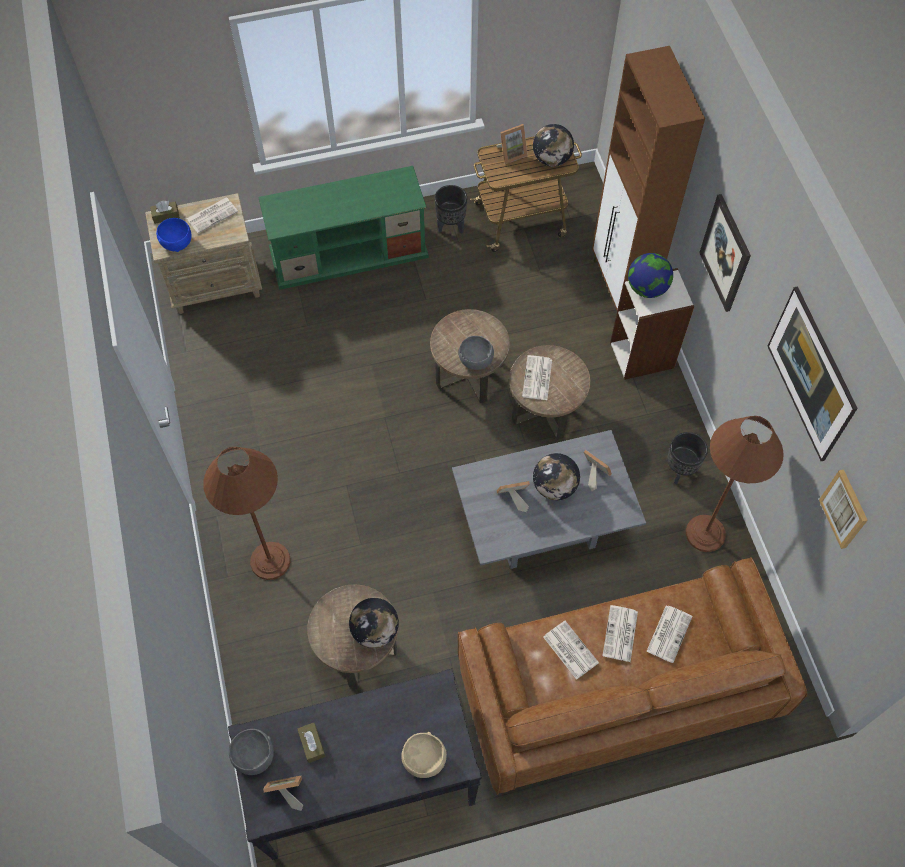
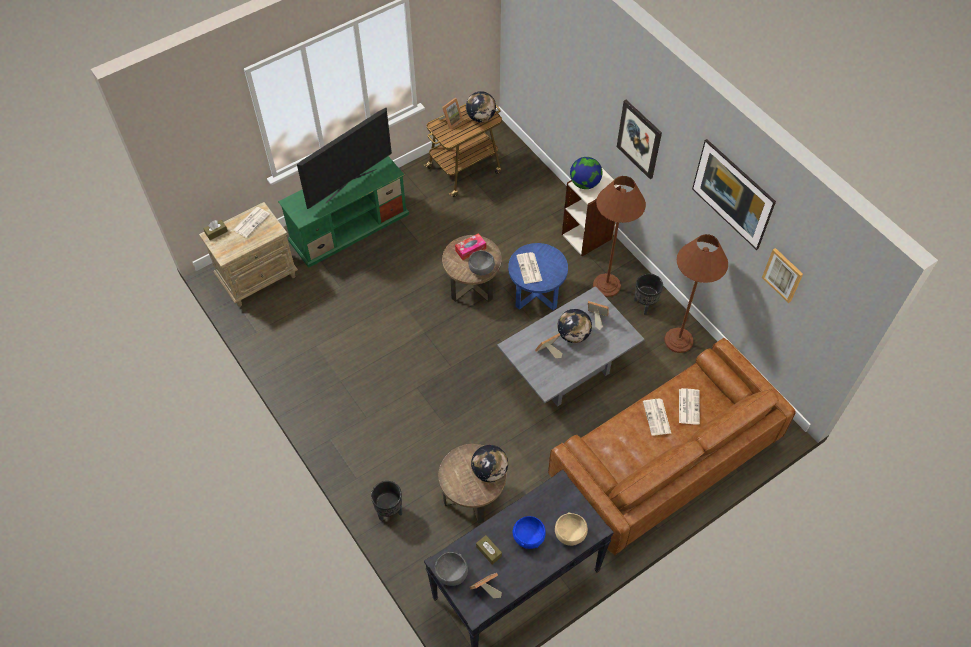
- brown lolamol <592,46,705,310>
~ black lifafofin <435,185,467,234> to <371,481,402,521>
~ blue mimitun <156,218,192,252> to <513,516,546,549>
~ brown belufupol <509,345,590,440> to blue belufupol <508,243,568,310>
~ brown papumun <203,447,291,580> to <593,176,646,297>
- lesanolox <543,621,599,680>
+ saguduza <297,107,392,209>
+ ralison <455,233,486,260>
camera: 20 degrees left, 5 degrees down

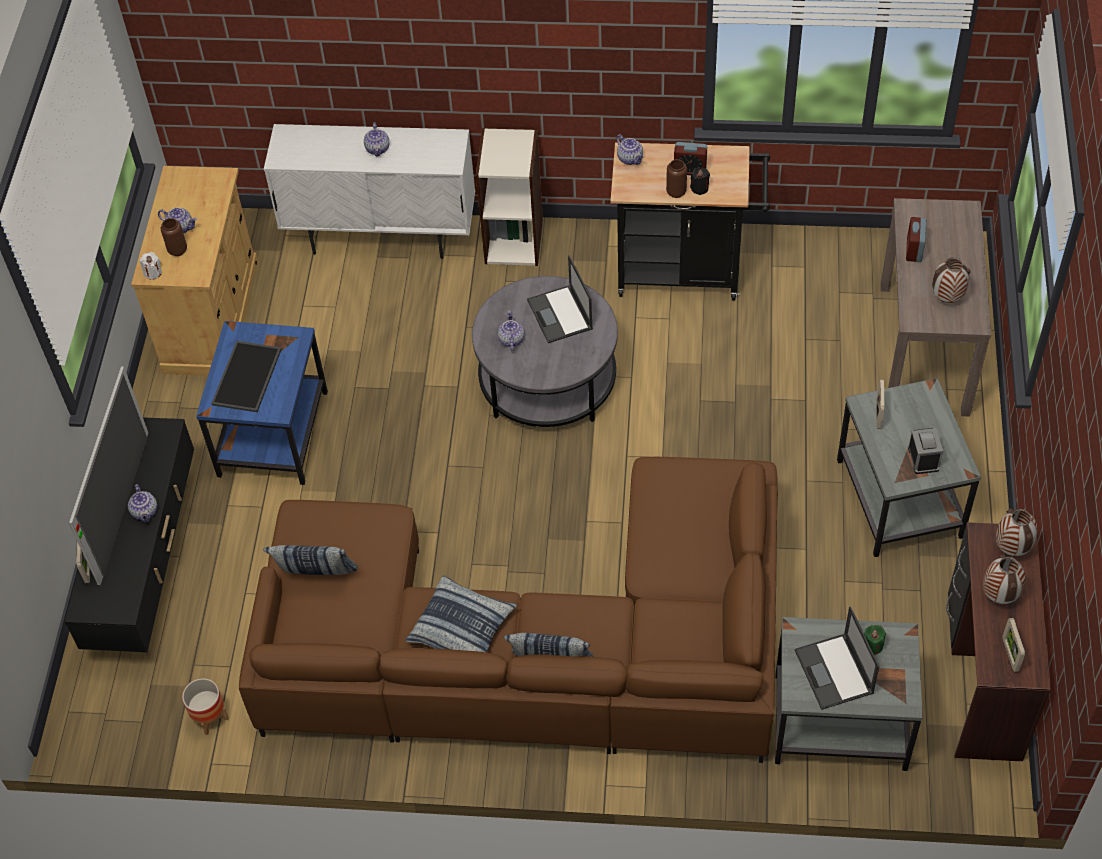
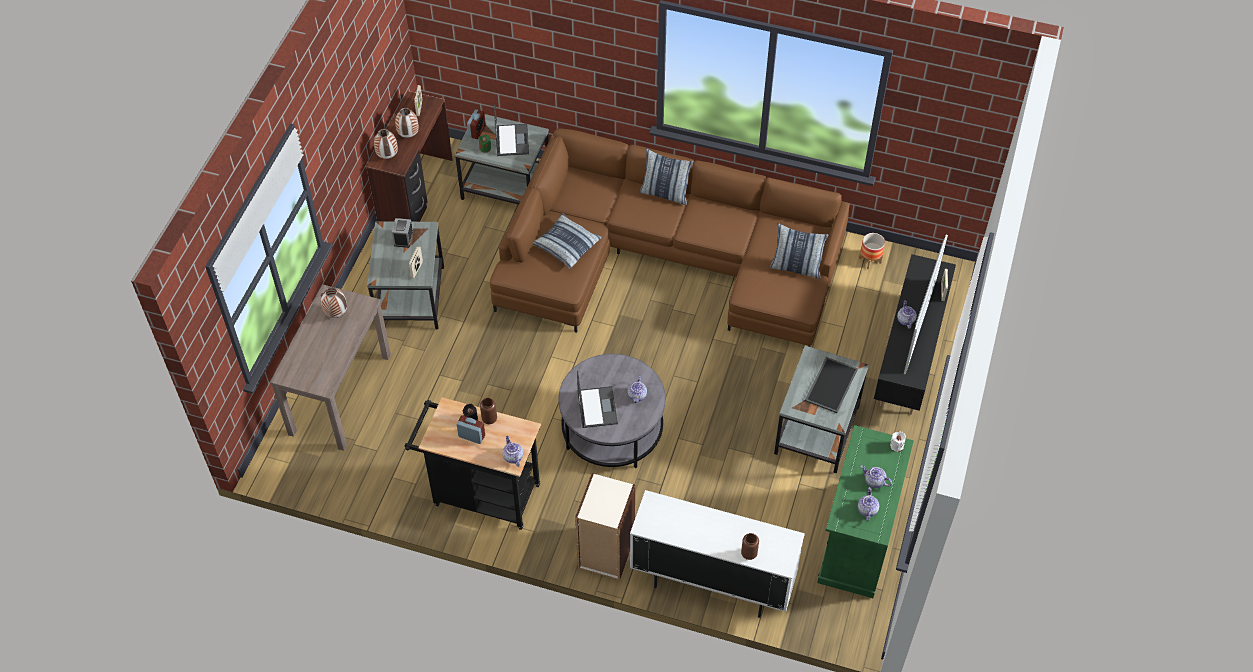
~ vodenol <364,122,389,157> to <858,487,879,521>
~ beige lolamol <131,166,258,376> to green lolamol <817,425,914,598>
~ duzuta <906,217,926,262> to <467,109,486,139>
~ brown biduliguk <161,218,187,256> to <741,533,759,560>
~ blue belufupol <196,321,328,485> to grey belufupol <774,346,869,473>
~ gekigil <406,575,517,653> to <533,213,602,269>
camera: 170 degrees left, 0 degrees up

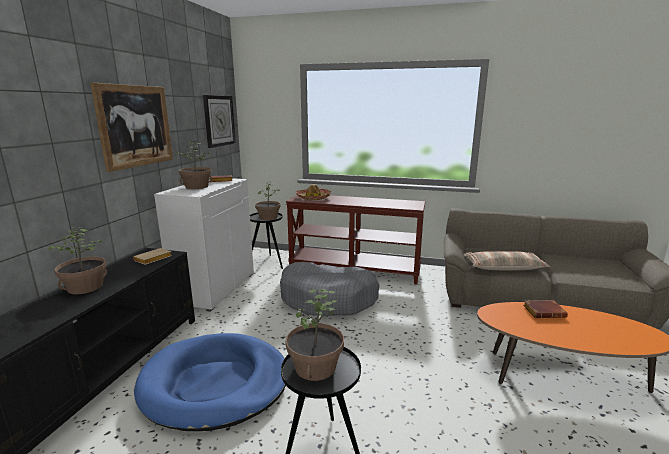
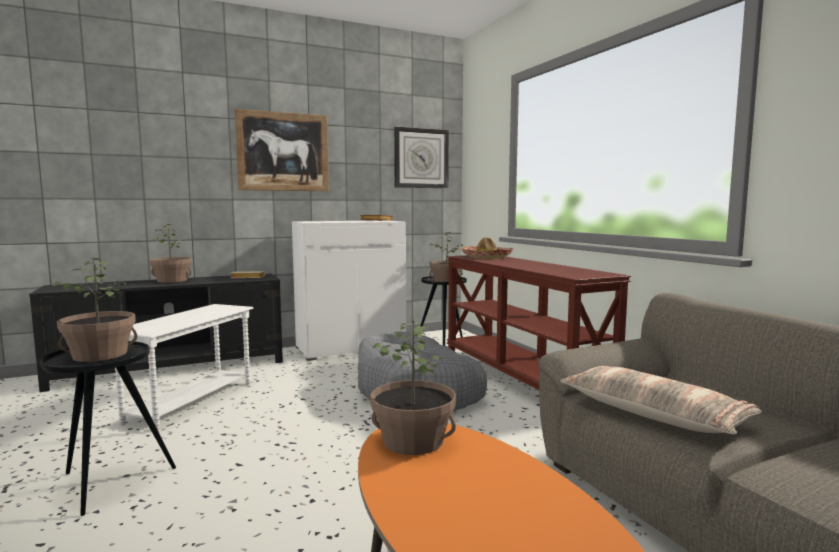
~ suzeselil <176,141,212,189> to <370,319,456,455>
- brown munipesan <523,300,568,318>
~ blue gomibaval <134,333,286,431> to white belufupol <115,304,254,430>
camera: 50 degrees right, 10 degrees down

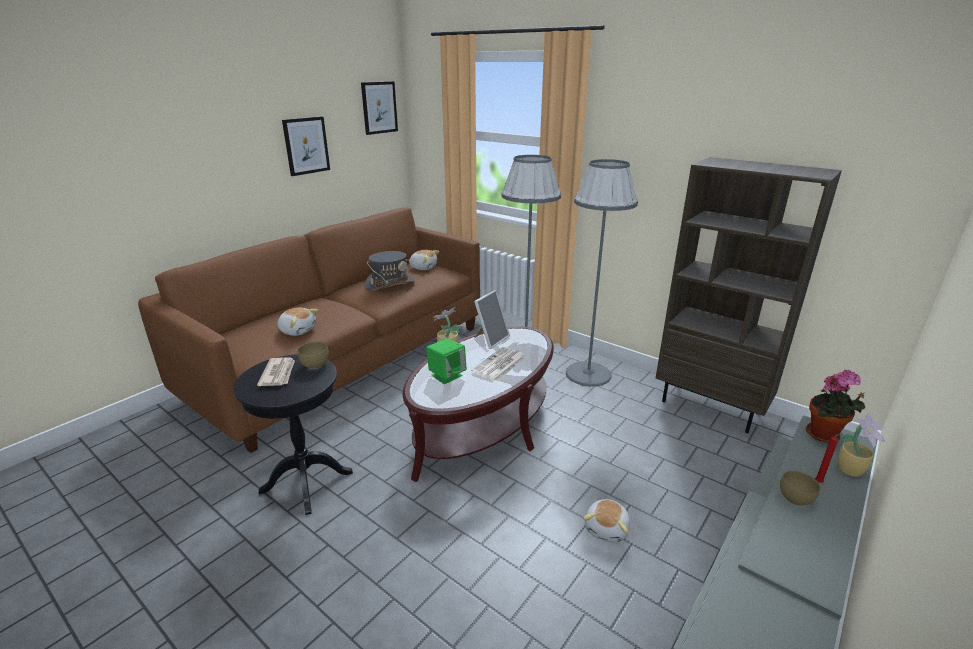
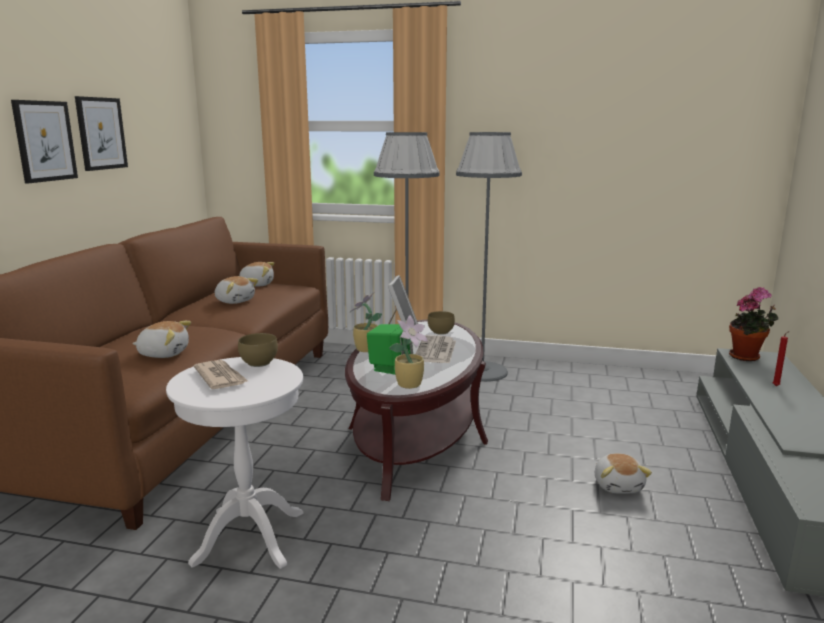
~ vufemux <361,81,398,135> to <11,100,78,184>
- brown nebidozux <656,157,842,433>
~ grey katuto <365,251,415,291> to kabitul <214,276,258,304>
~ black belufupol <233,354,353,515> to white belufupol <166,357,304,569>
~ suzeselil <838,412,885,477> to <389,315,428,389>
~ brown mimitun <780,471,820,506> to <428,311,455,335>
camera: 25 degrees left, 10 degrees down

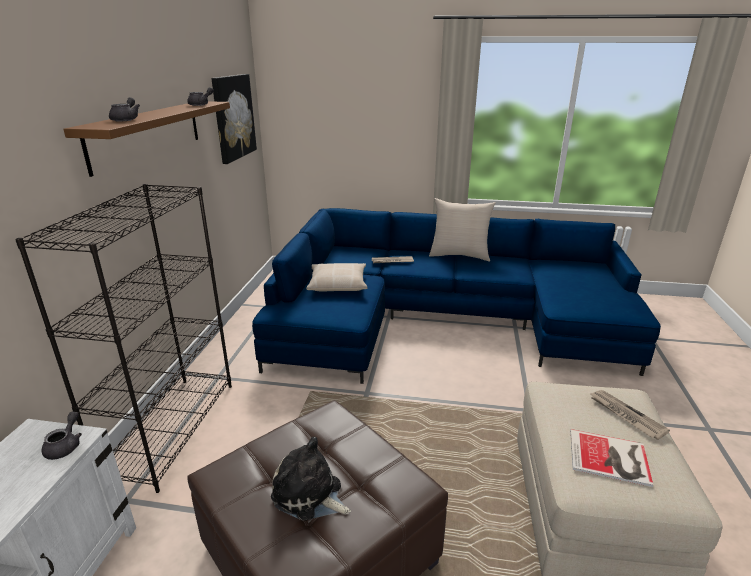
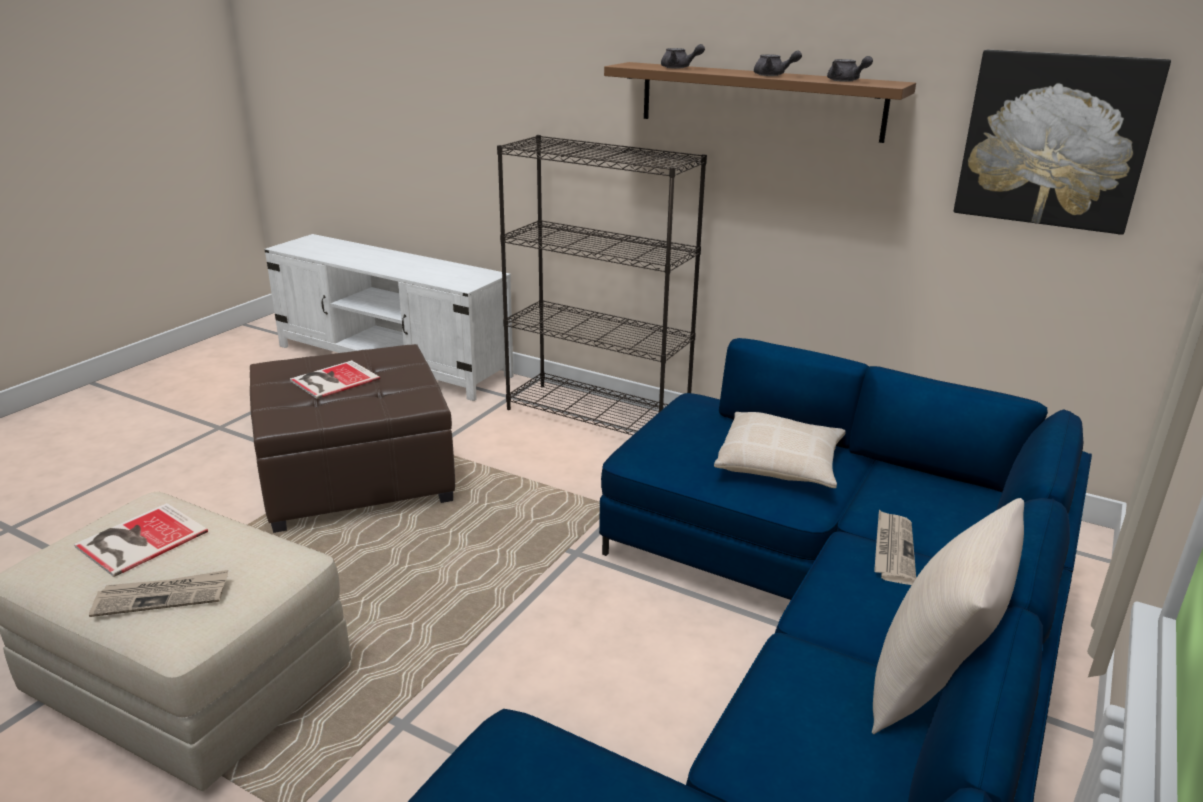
~ grey vodenol <42,412,82,460> to <754,50,802,76>
~ kabitul <271,437,351,521> to munipesan <290,360,380,399>
camera: 110 degrees right, 0 degrees up

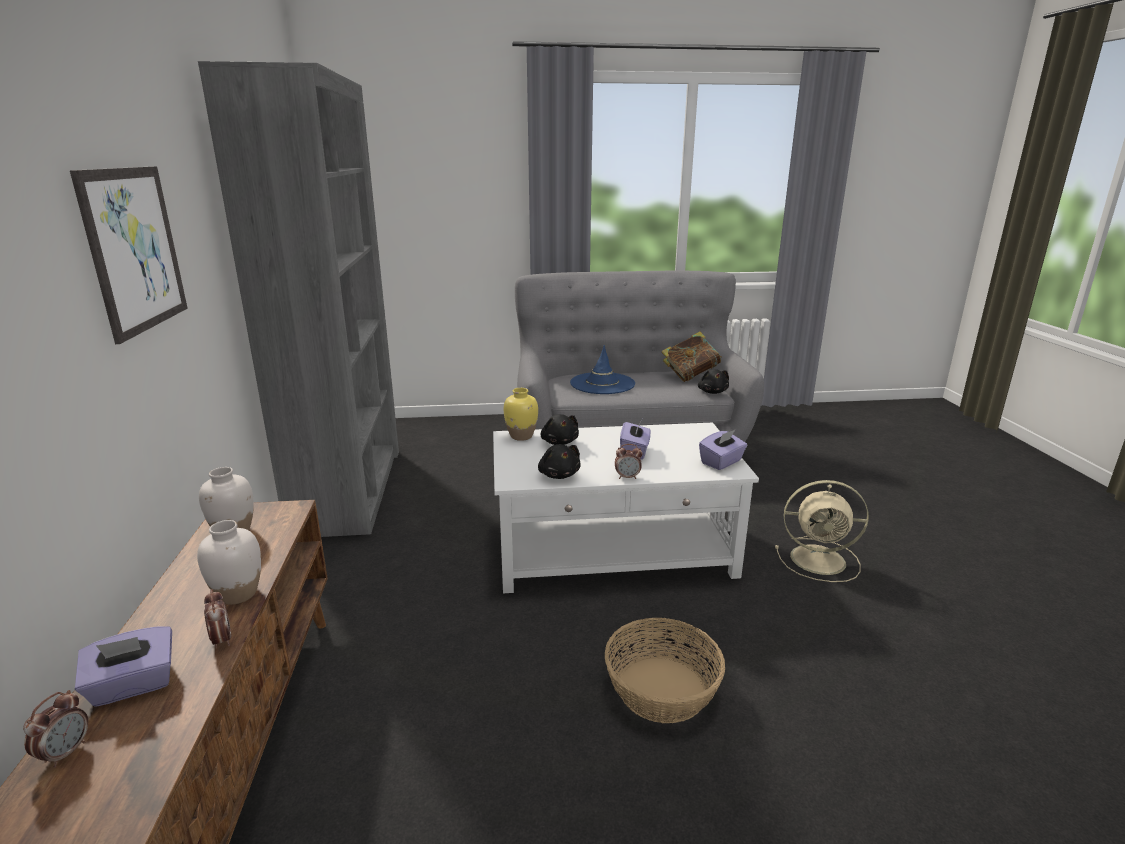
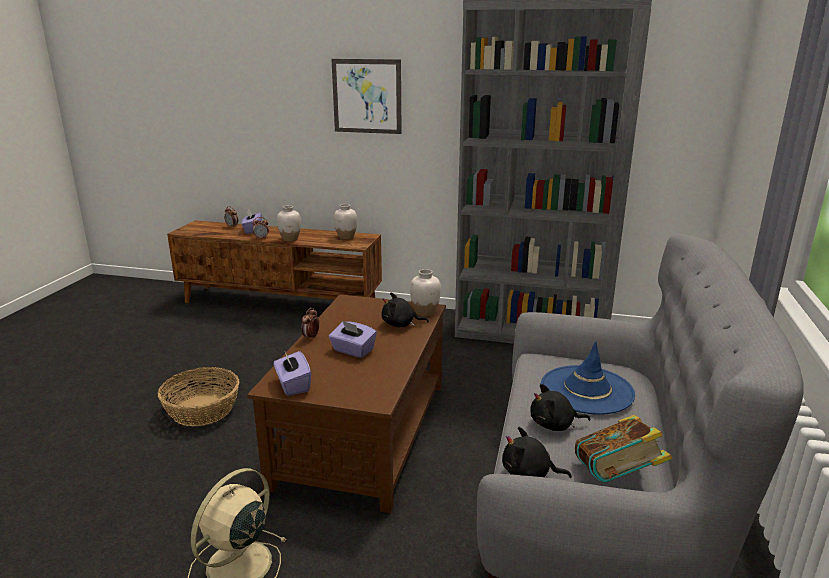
~ yellow biduliguk <504,388,538,441> to white biduliguk <410,269,441,317>
~ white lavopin <493,422,759,593> to brown lavopin <247,295,446,513>
~ black kabitul <538,444,581,479> to <530,384,591,431>
camera: 110 degrees right, 0 degrees up

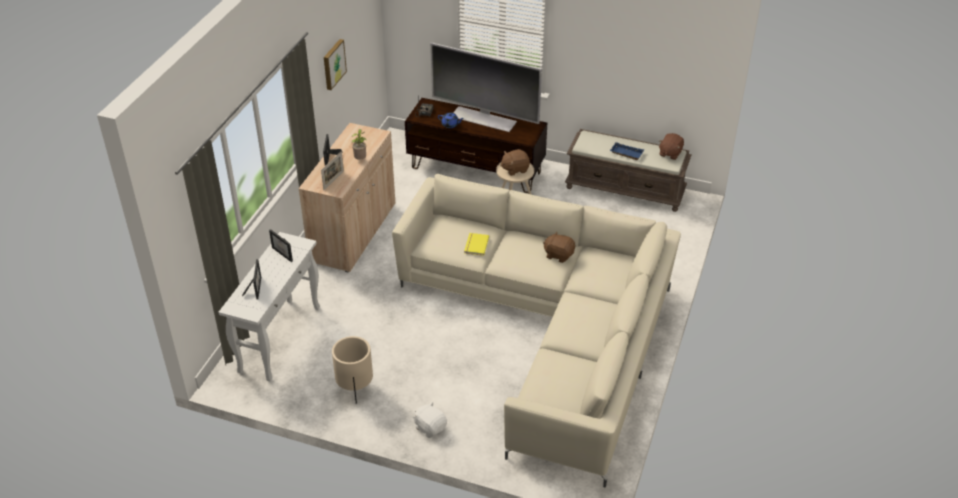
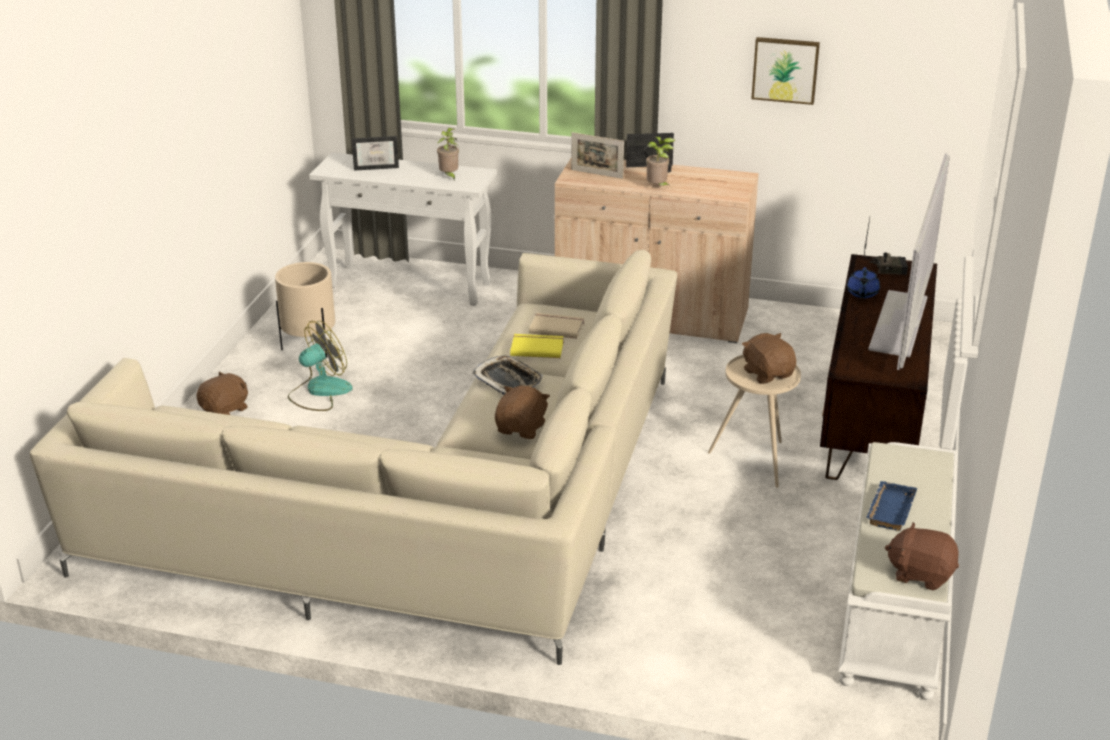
~ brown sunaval <565,129,692,212> to white sunaval <838,442,958,700>
~ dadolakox <269,229,293,262> to suzeselil <437,128,459,180>
~ white kabitul <413,402,447,438> to brown kabitul <196,371,248,415>
+ beige munipesan <529,313,584,339>
+ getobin <288,320,353,411>
+ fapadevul <472,355,543,395>
camera: 85 degrees right, 10 degrees down

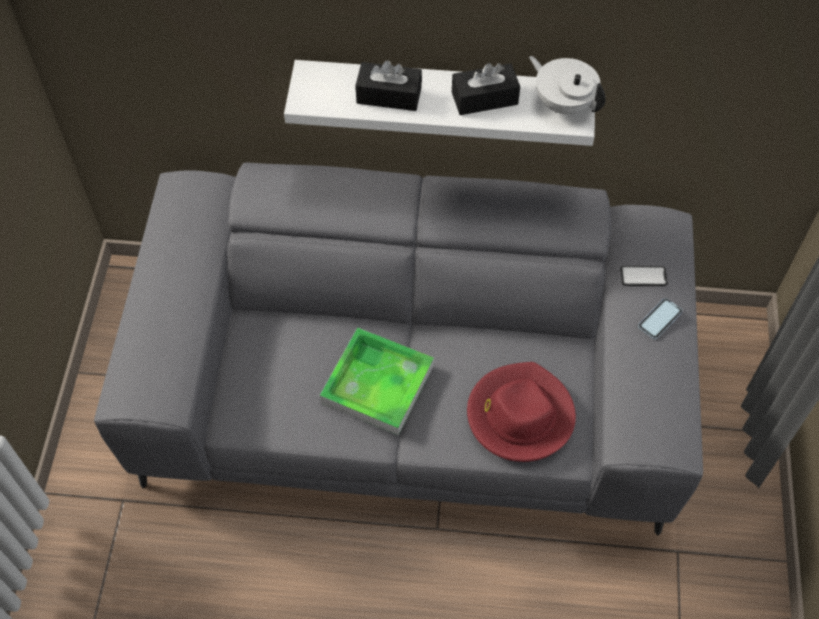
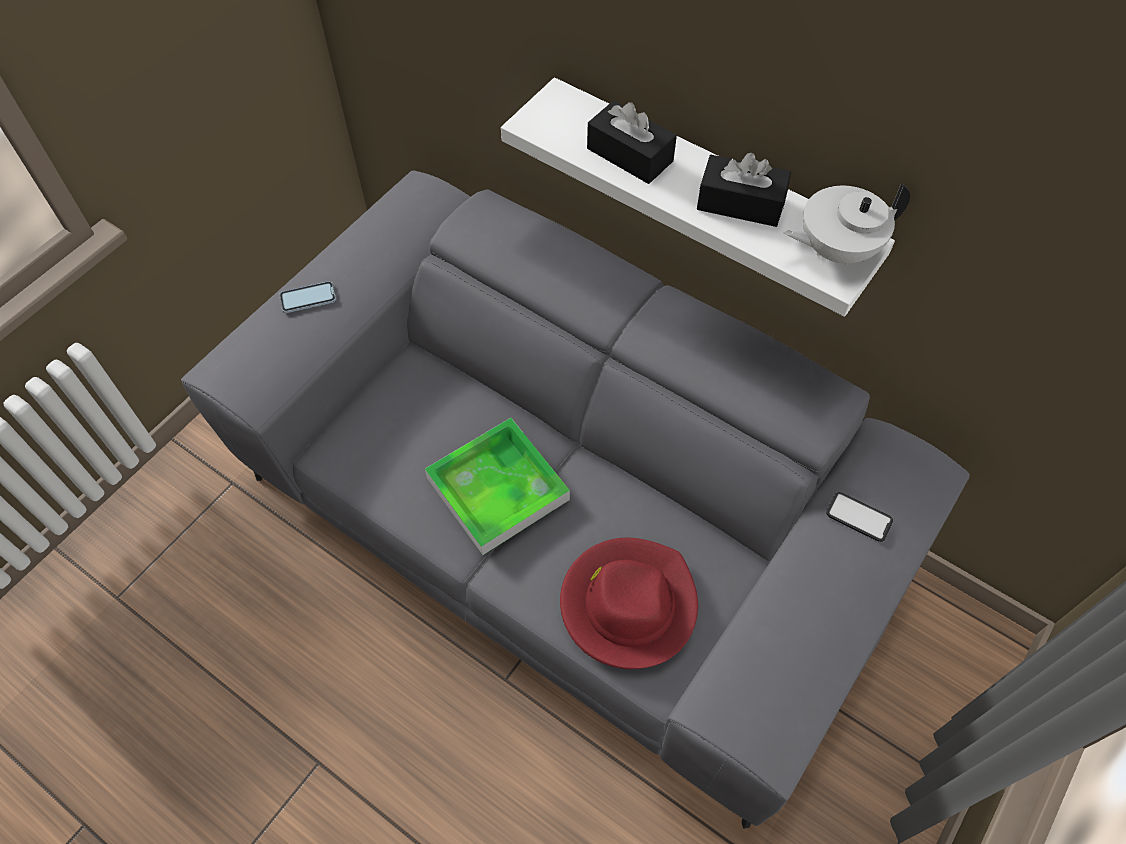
~ white vodenol <529,56,606,114> = <784,183,910,265> 90 degrees counterclockwise
~ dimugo <638,298,683,339> to <279,281,336,313>
camera: 30 degrees right, 0 degrees up

